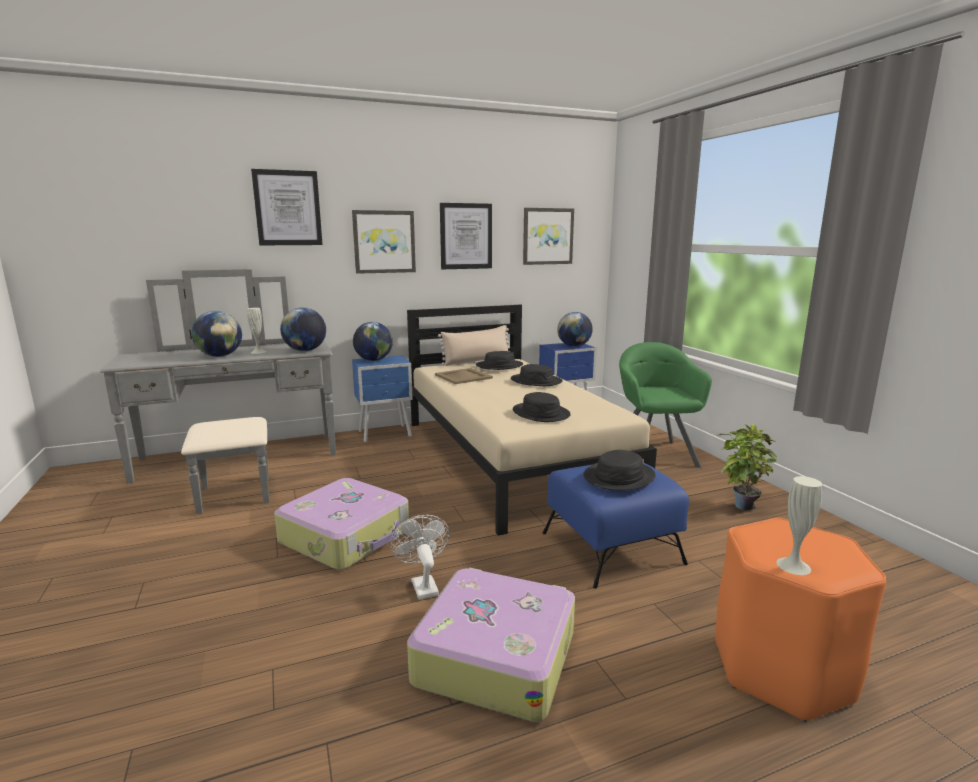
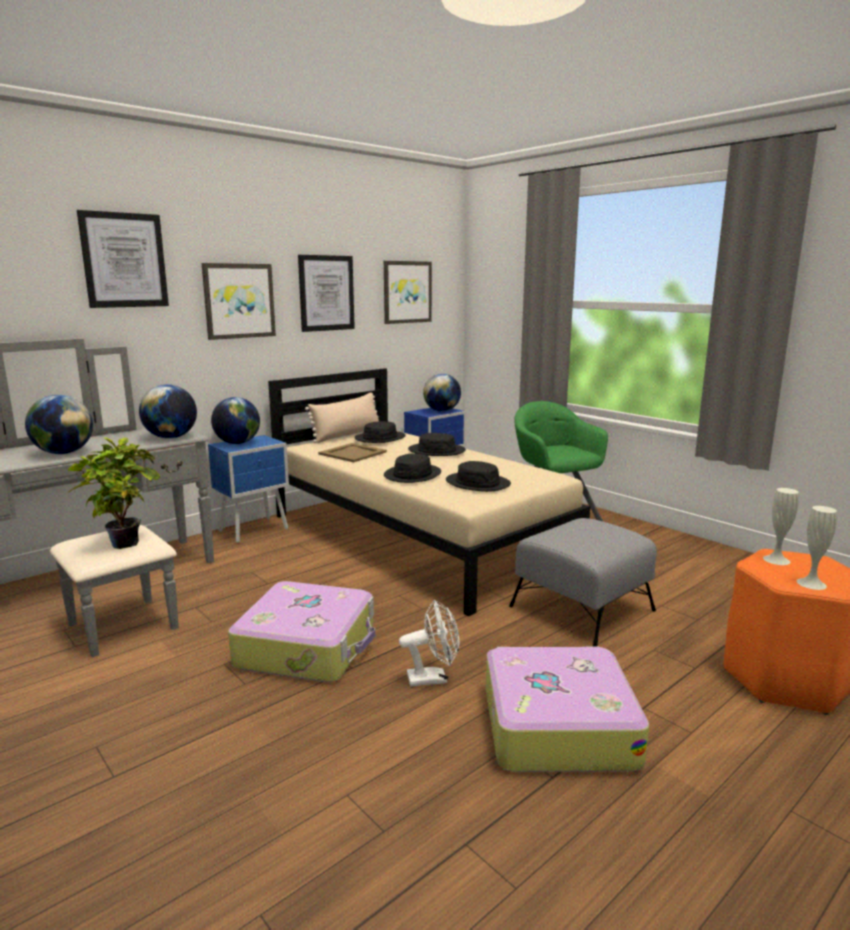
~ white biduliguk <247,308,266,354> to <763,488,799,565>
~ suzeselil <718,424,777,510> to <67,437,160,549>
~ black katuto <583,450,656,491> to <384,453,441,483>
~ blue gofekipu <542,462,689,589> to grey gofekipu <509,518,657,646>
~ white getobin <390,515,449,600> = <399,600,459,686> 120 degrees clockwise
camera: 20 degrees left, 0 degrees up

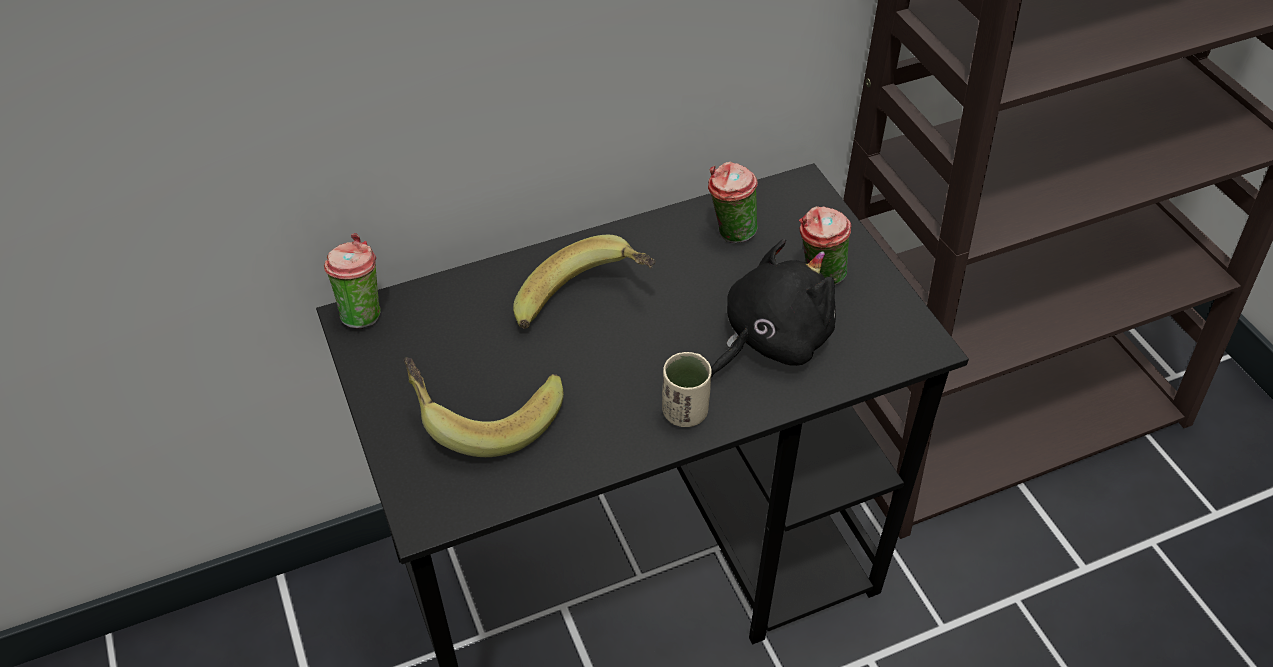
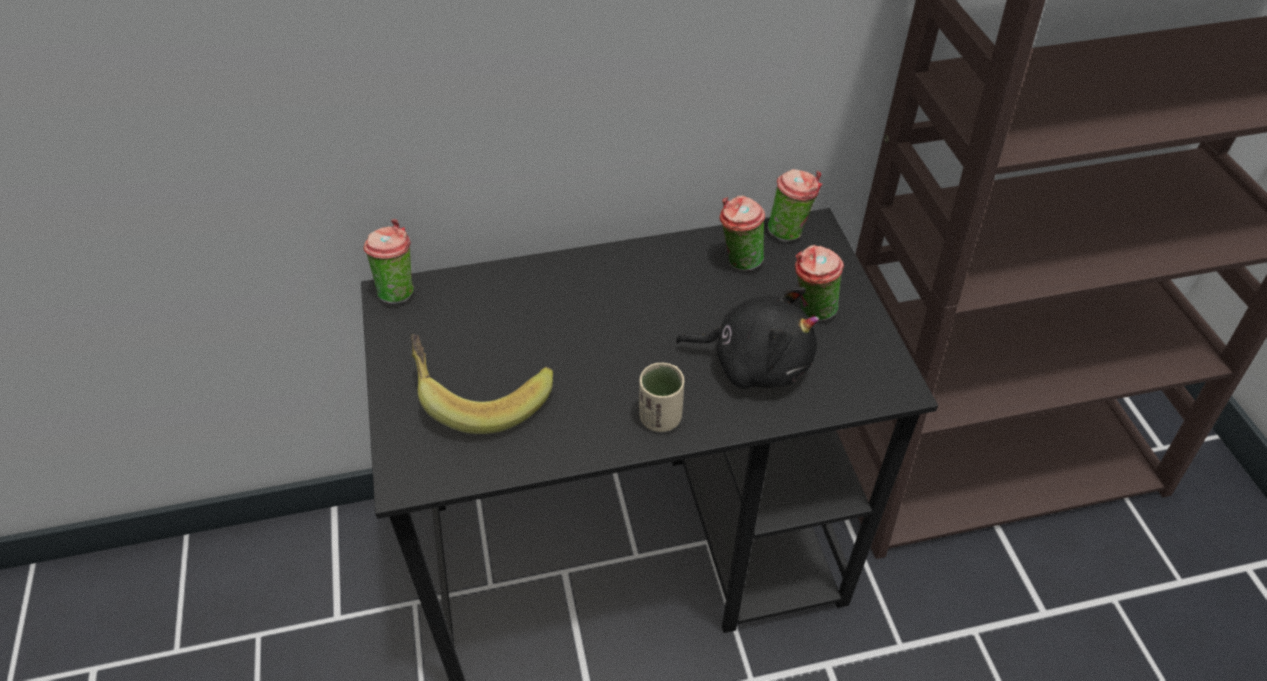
- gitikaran <513,234,656,329>
~ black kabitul <711,239,836,378> = <675,287,819,389> 45 degrees clockwise
+ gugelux <768,169,822,242>
camera: 10 degrees right, 0 degrees up

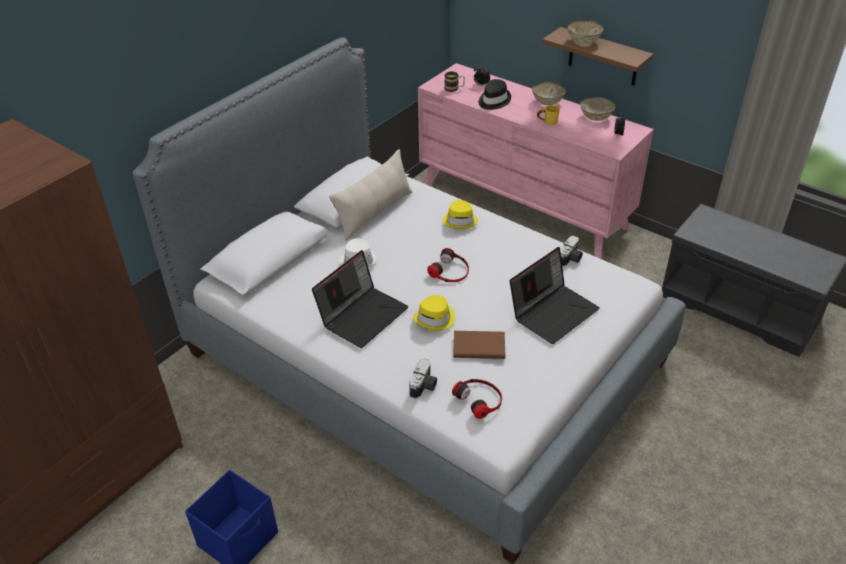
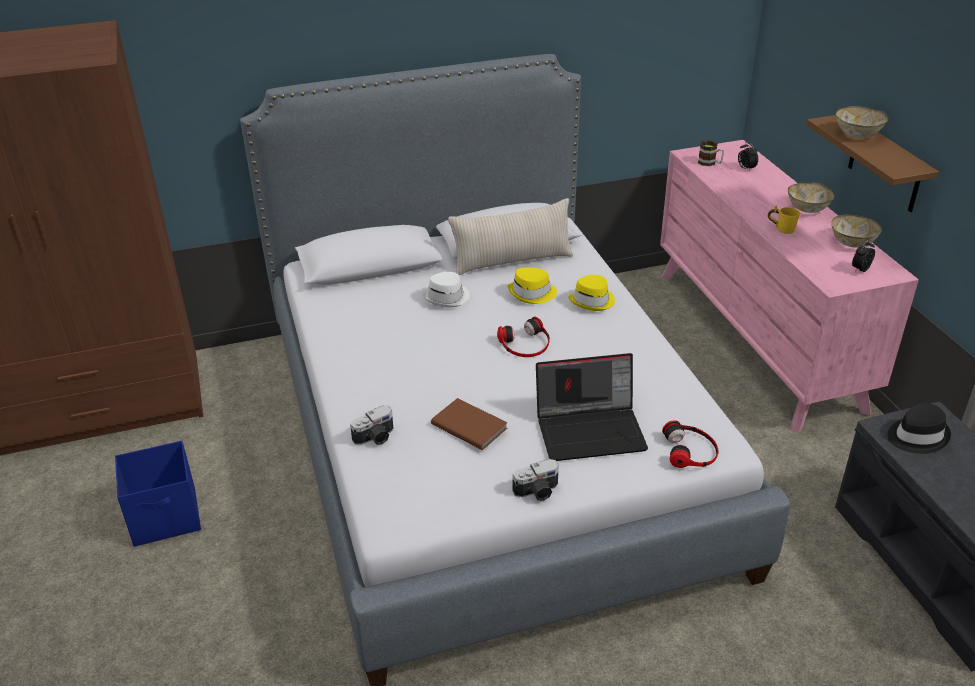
~ black katuto <478,79,511,110> to <888,403,951,454>
~ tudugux <560,236,583,267> to <513,459,559,501>
- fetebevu <312,250,408,348>
~ yellow katuto <413,295,455,331> to <508,268,557,304>
~ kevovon <452,379,502,419> to <662,420,719,468>
camera: 35 degrees right, 5 degrees down

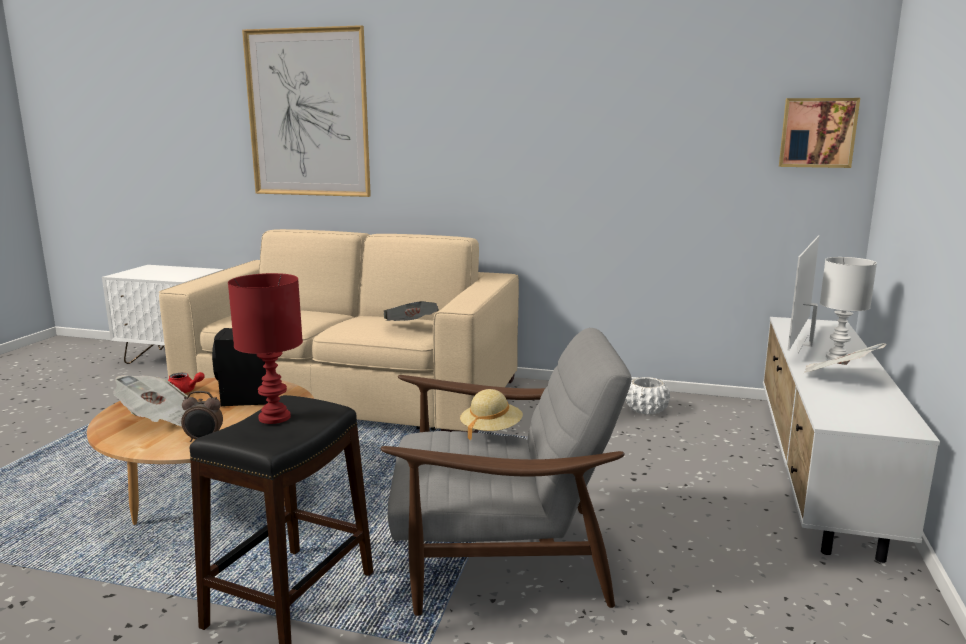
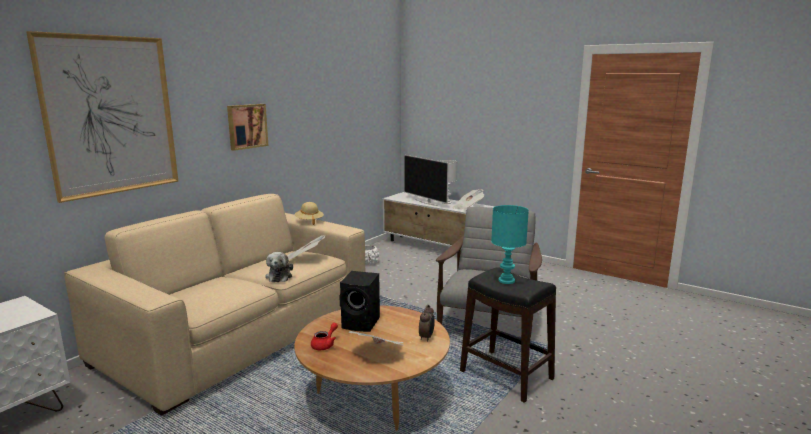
~ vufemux <779,98,860,168> to <227,104,269,151>
~ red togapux <228,273,303,424> to turquoise togapux <491,205,529,284>
~ beige katuto <460,389,523,441> to <295,202,324,225>
+ kabitul <265,252,293,282>
camera: 70 degrees left, 0 degrees up

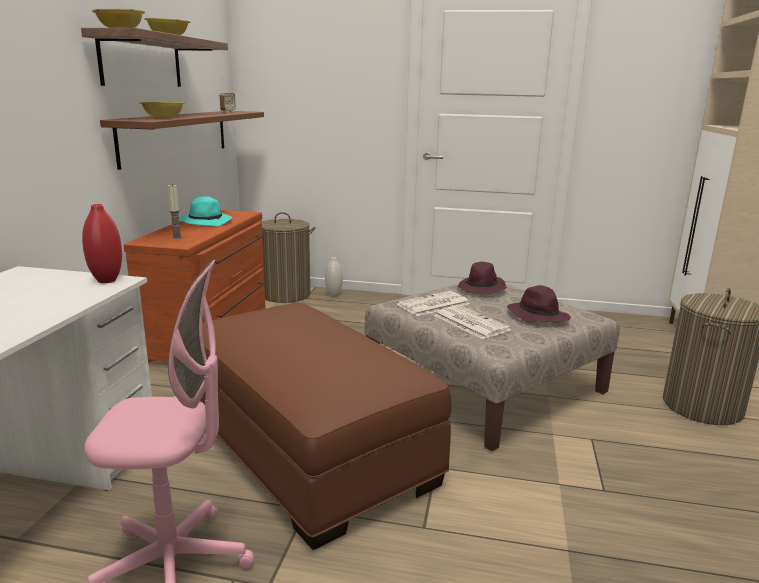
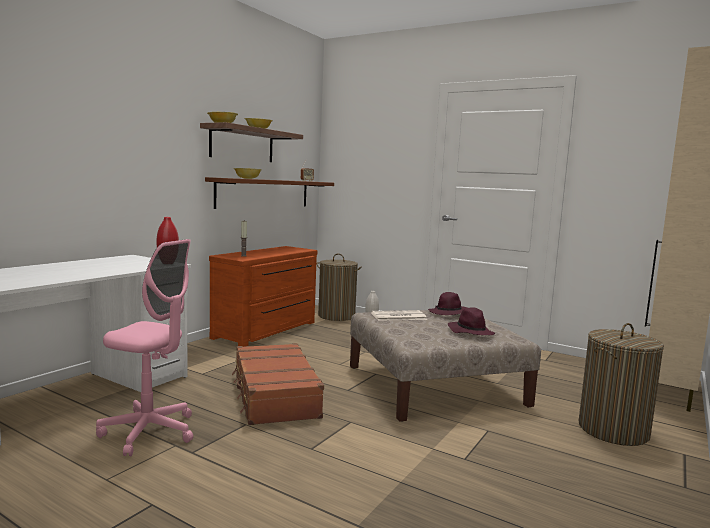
- turquoise katuto <179,196,232,227>
~ brown gofekipu <200,303,452,550> to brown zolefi <232,343,324,425>
- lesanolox <434,305,512,339>
camera: 20 degrees right, 10 degrees down

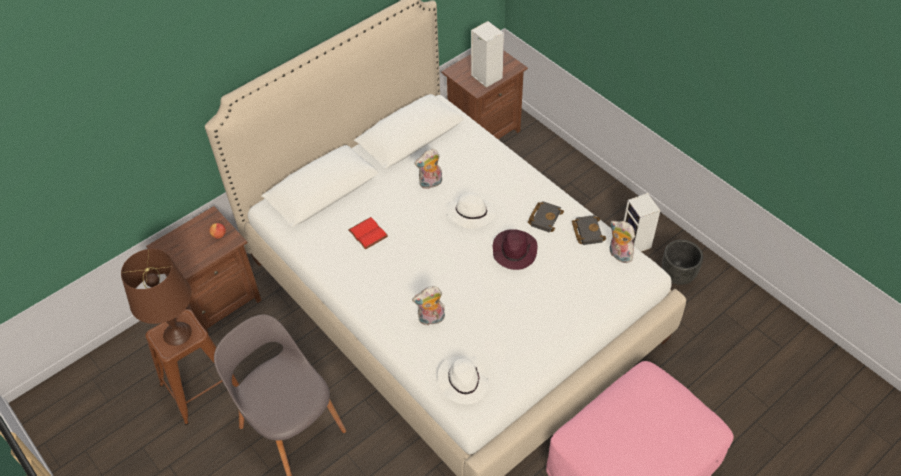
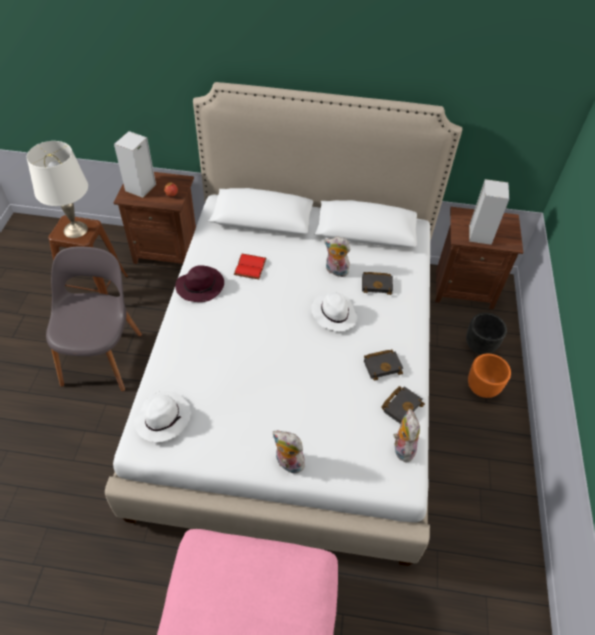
~ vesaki <624,193,661,252> to <114,131,156,198>
~ purple katuto <493,229,537,270> to <175,265,224,302>
~ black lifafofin <662,240,703,285> to <466,313,507,355>
~ brown togapux <121,249,192,346> to white togapux <27,141,88,238>
~ kabitul <412,286,445,326> to <272,431,305,473>
+ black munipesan <362,272,393,295>
+ orange lifafofin <468,354,511,398>
camera: 45 degrees right, 0 degrees up

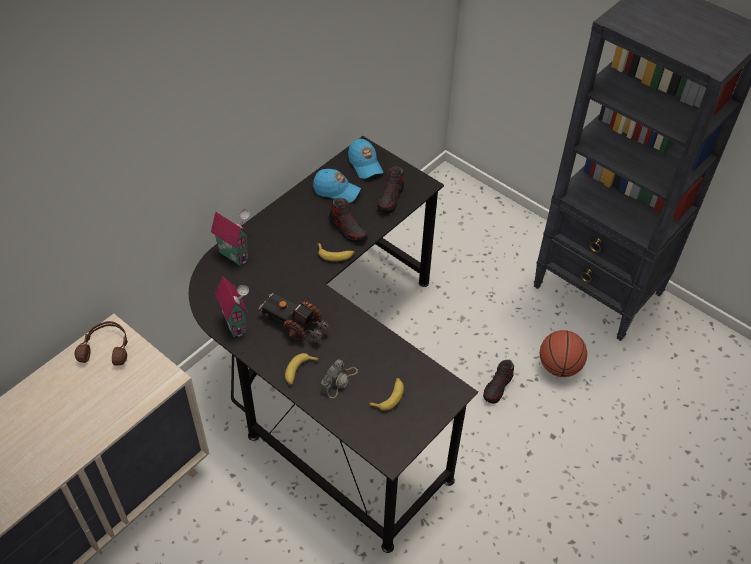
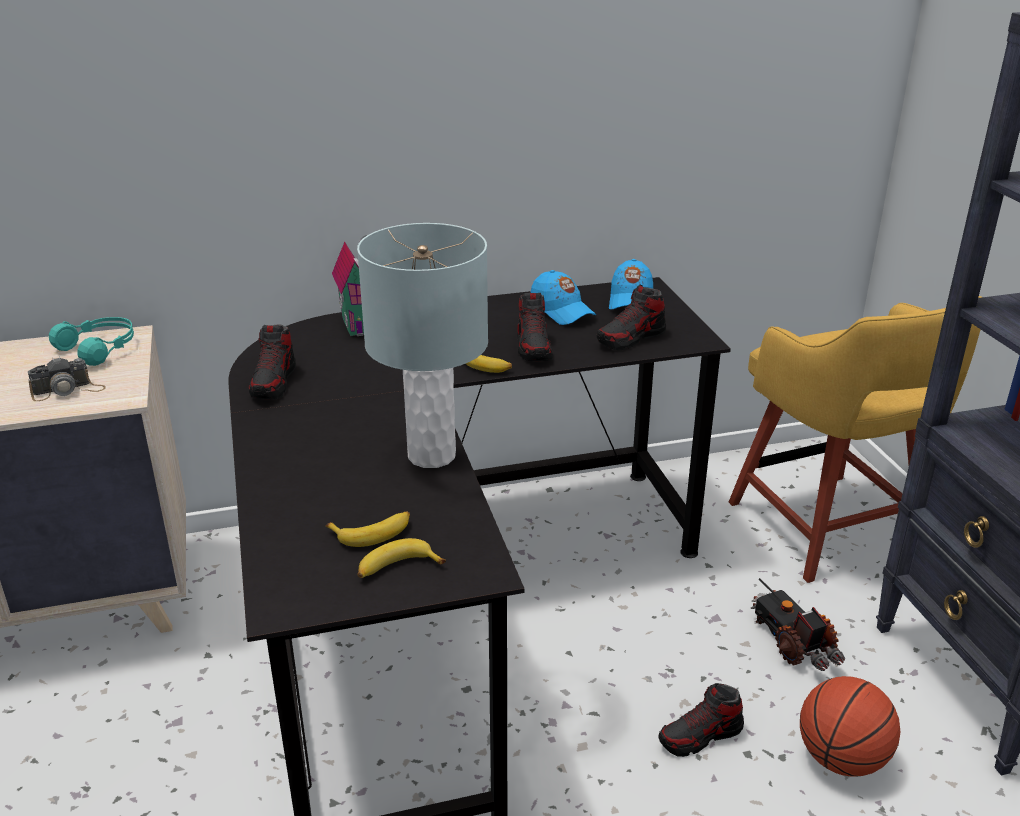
~ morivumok <215,276,249,337> to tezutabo <249,324,296,399>
~ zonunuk <257,292,330,342> to <751,578,845,671>
~ brown kevovon <75,321,128,366> to turquoise kevovon <49,317,134,366>
~ gitikaran <285,353,319,385> to <357,538,446,578>
~ tudugux <321,359,358,398> to <28,357,106,401>
+ grey togapux <357,223,488,468>
+ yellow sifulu <729,296,982,583>
camera: 35 degrees right, 20 degrees down

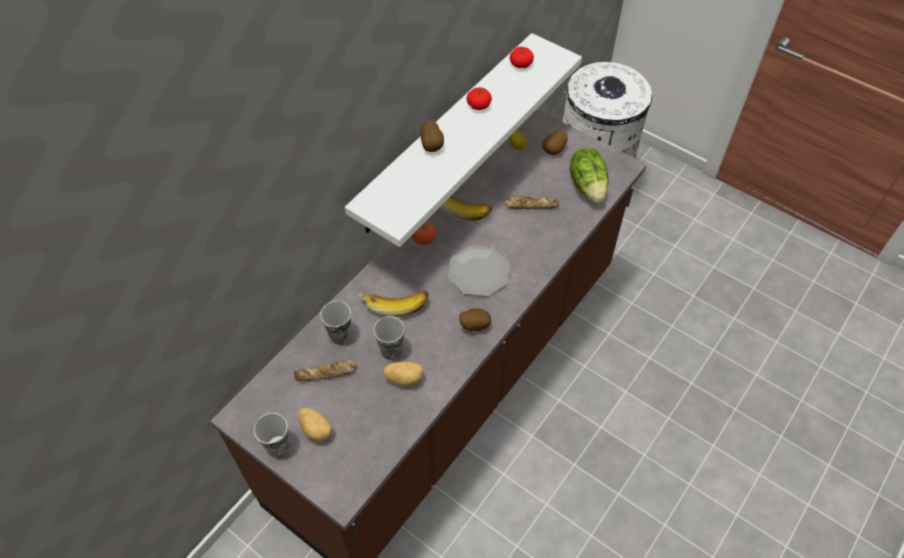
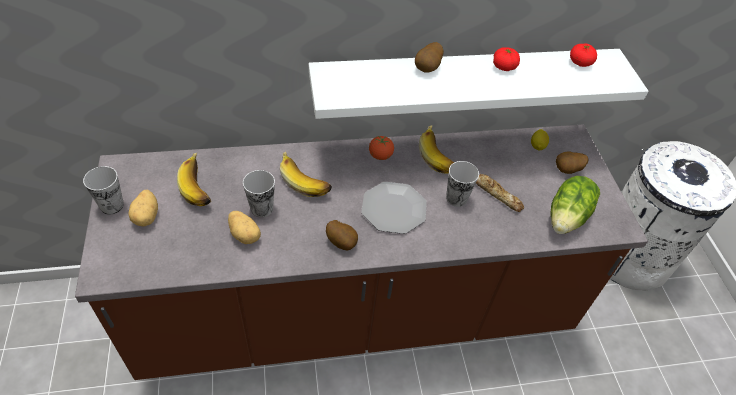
~ gugelux <320,301,351,345> to <446,161,479,207>
~ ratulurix <294,360,357,381> to gitikaran <177,153,211,206>
camera: 40 degrees right, 5 degrees down

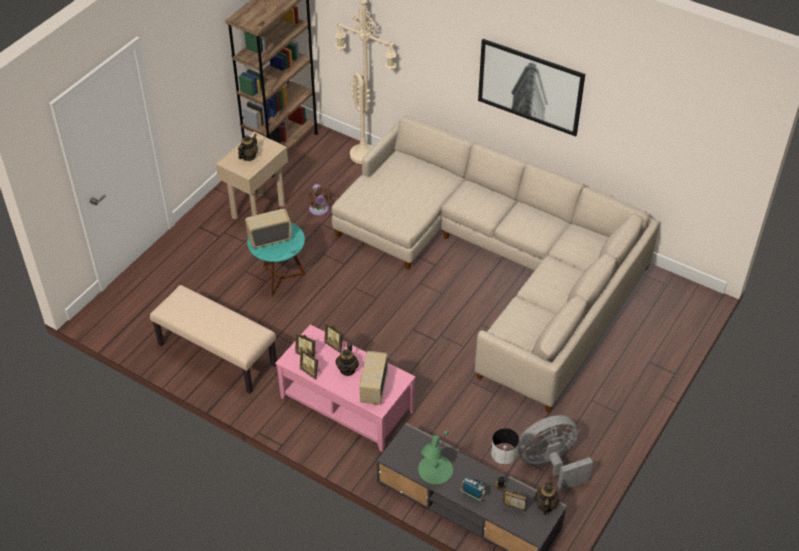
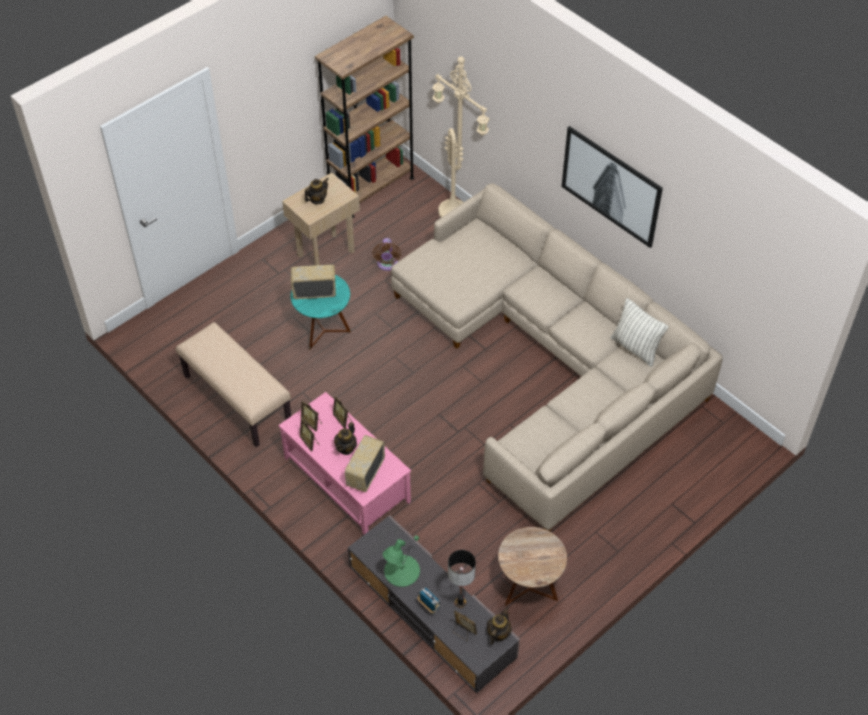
~ grey getobin <518,415,593,491> to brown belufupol <498,527,567,606>
+ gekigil <611,298,669,367>
camera: 15 degrees right, 5 degrees up

